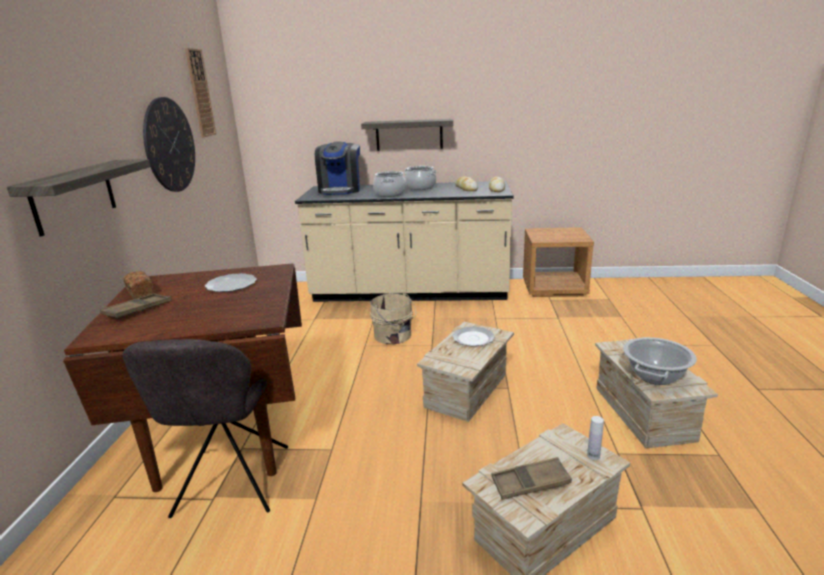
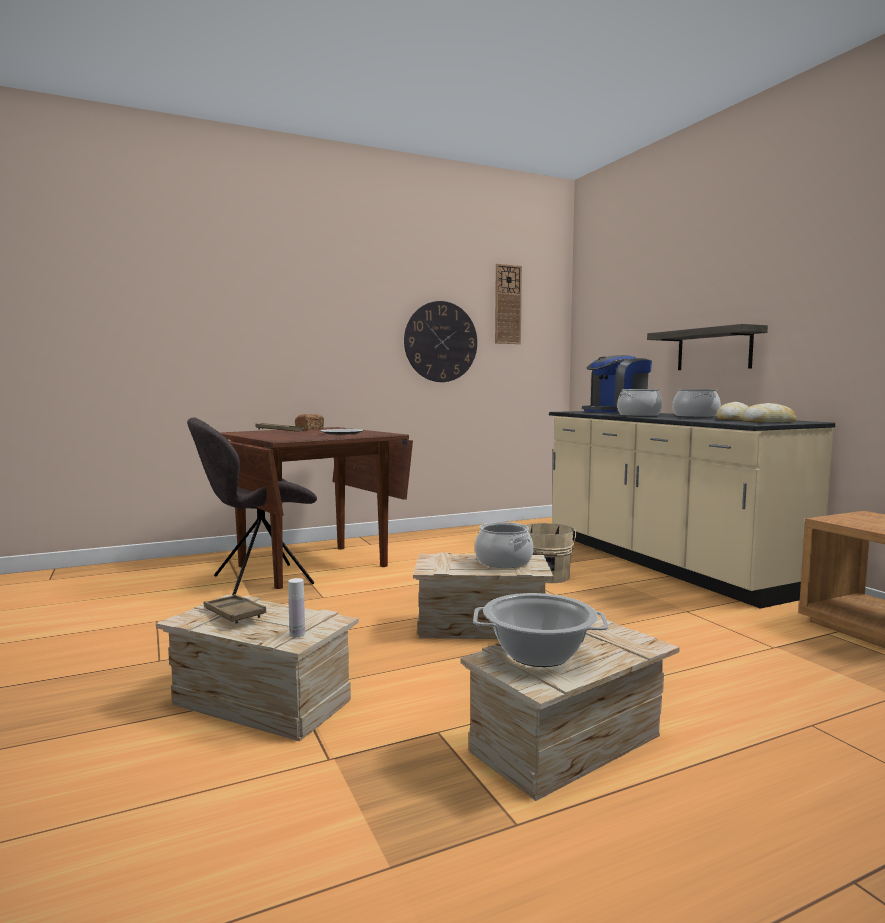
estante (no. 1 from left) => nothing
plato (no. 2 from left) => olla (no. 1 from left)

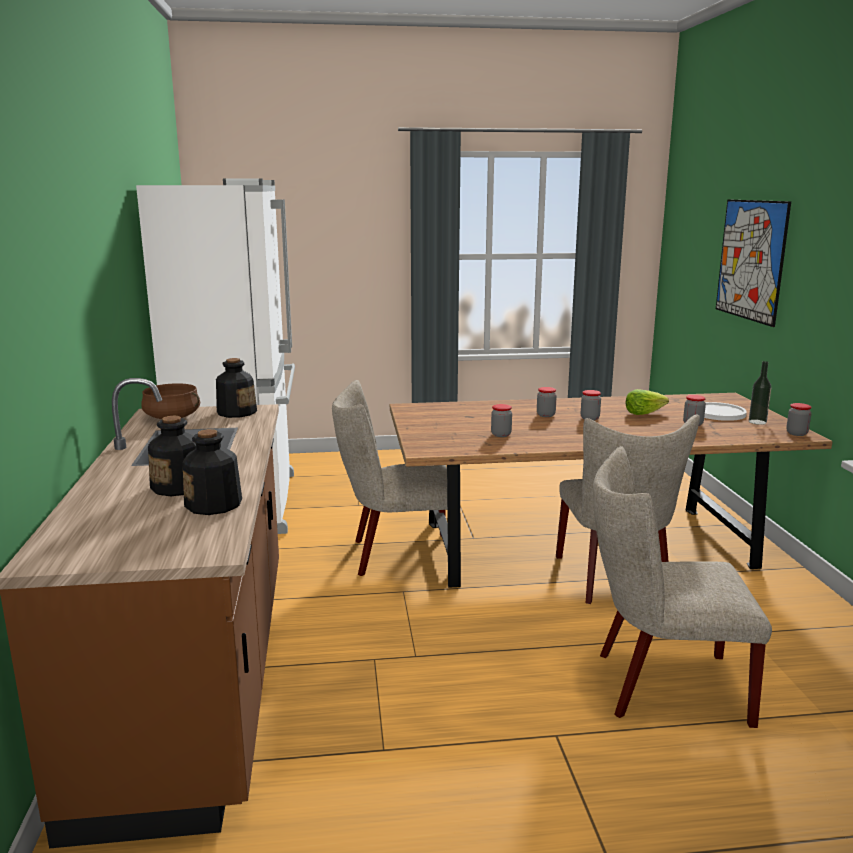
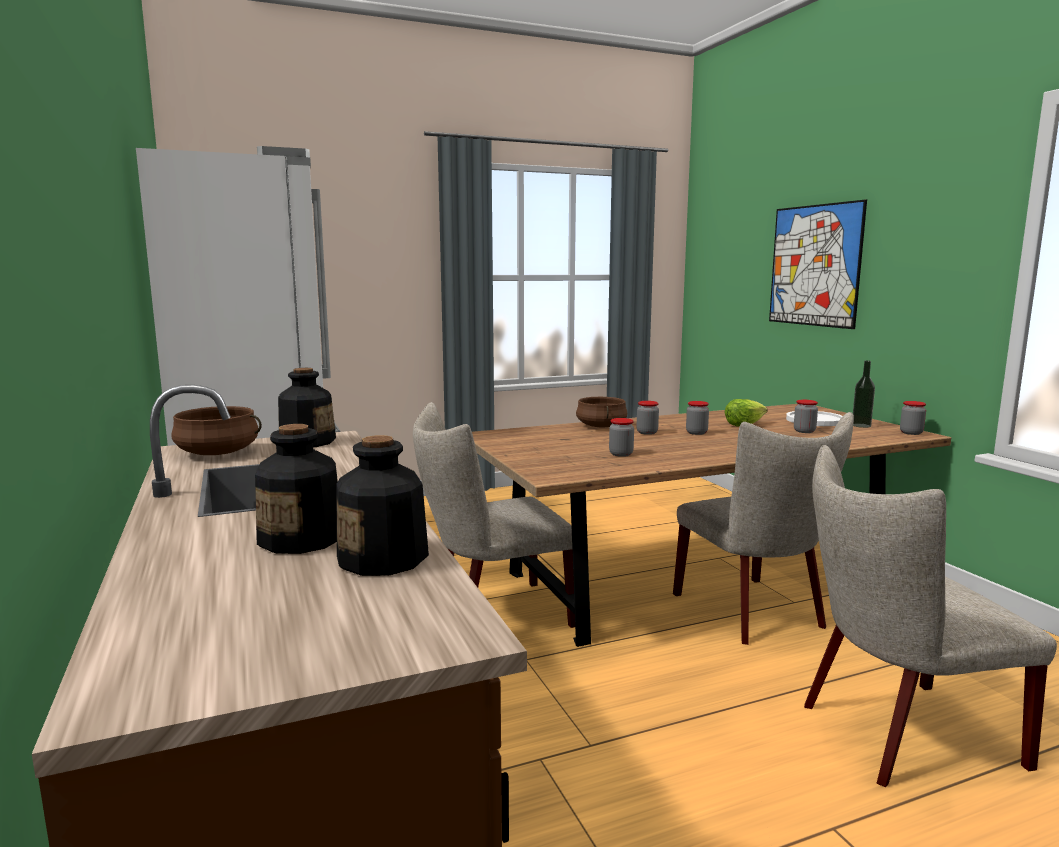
nothing => olla (marrón) (no. 2 from left)

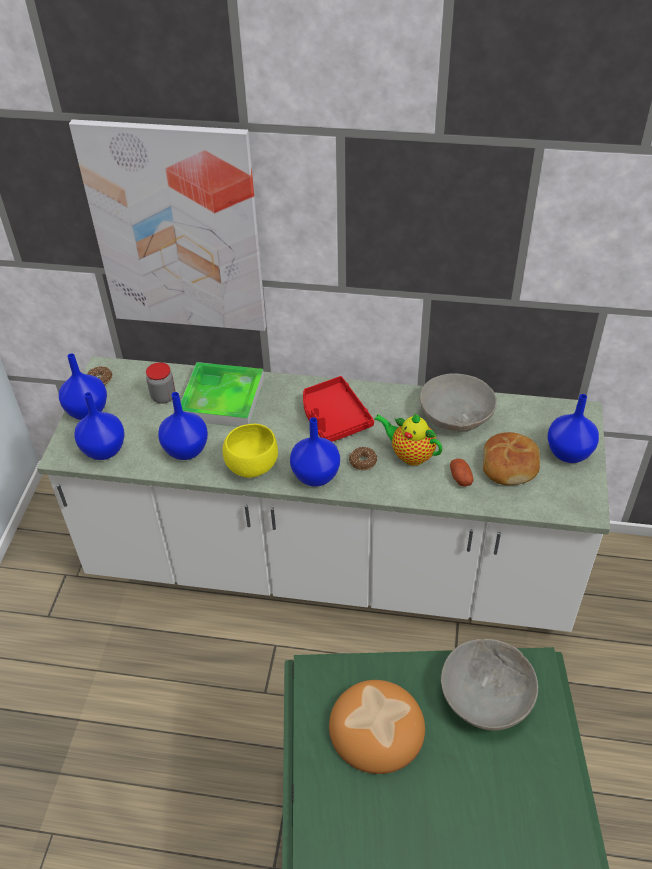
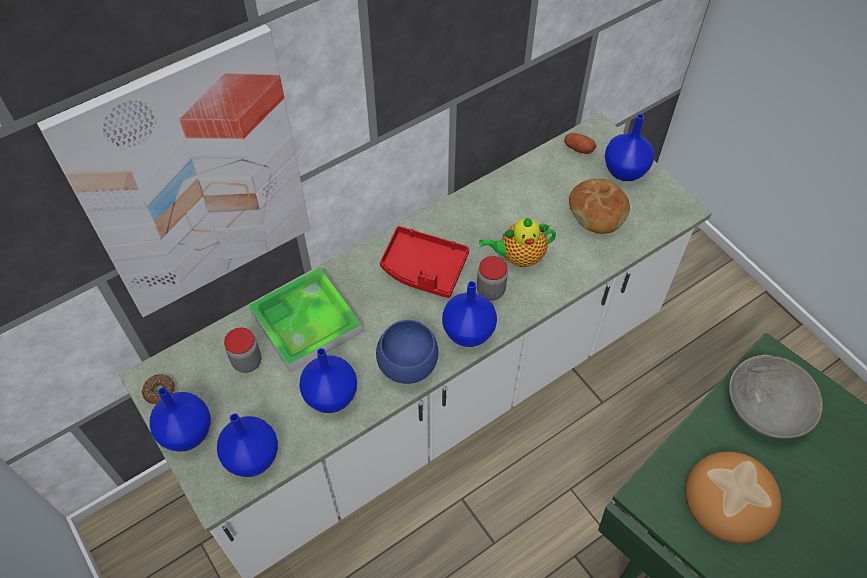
cuenco (gris) (no. 1 from left) => nothing
patata, shifted
rosquilla (no. 2 from left) => tarro (no. 2 from left)
cuenco (amarillo) => cuenco (azul)

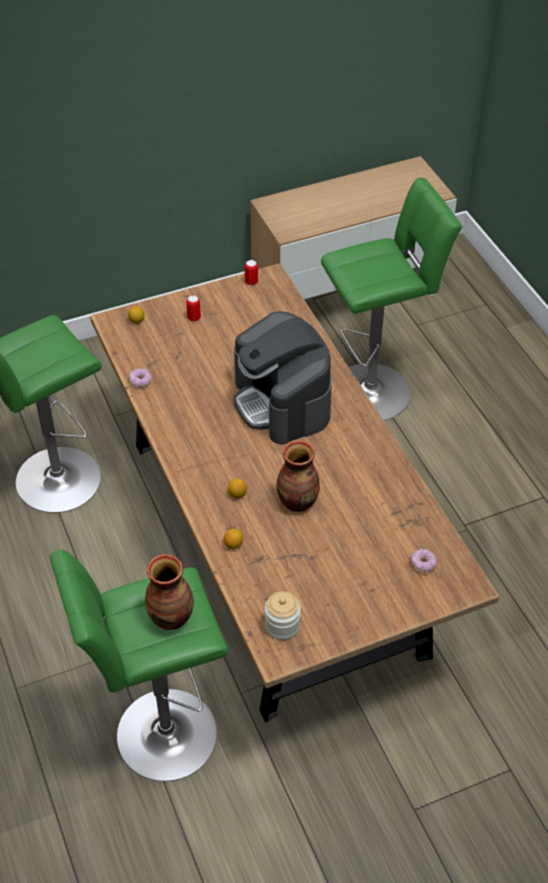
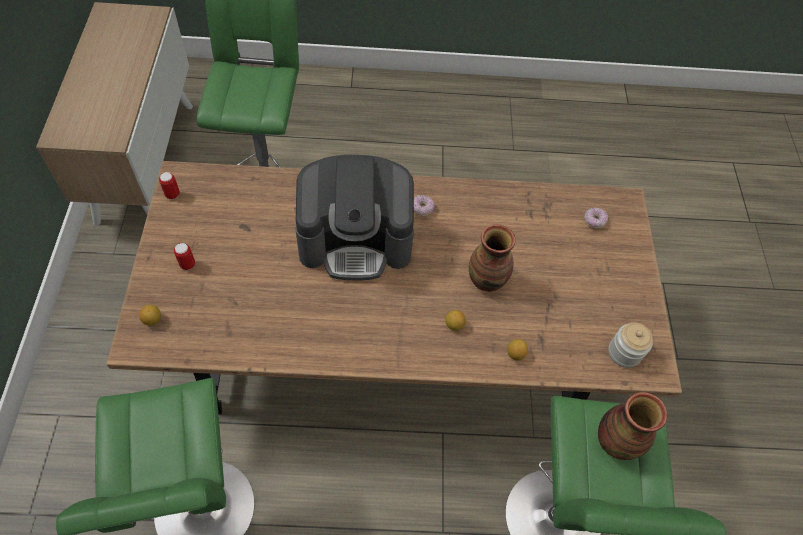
rosquilla (no. 1 from left), shifted

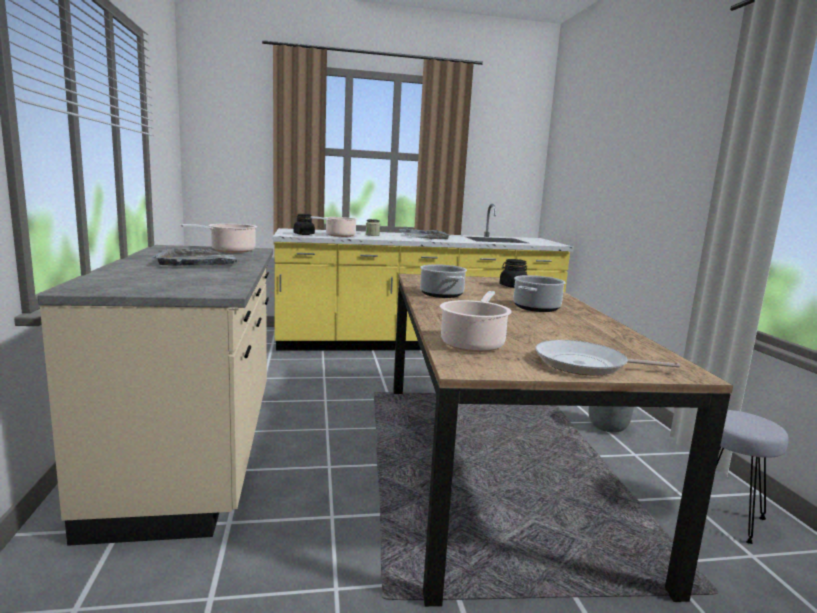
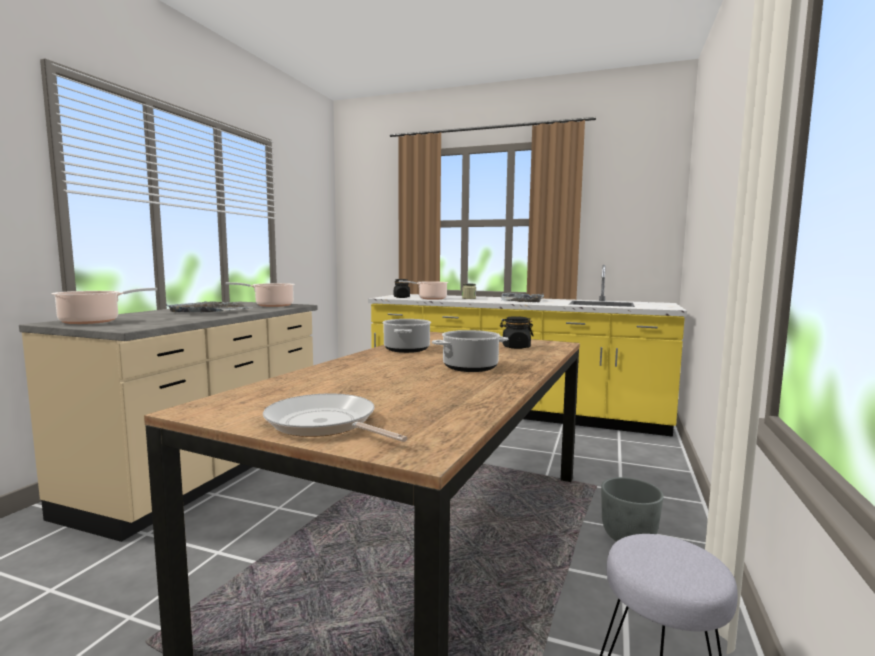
olla (no. 4 from left in the first image) => olla (no. 1 from left), shifted

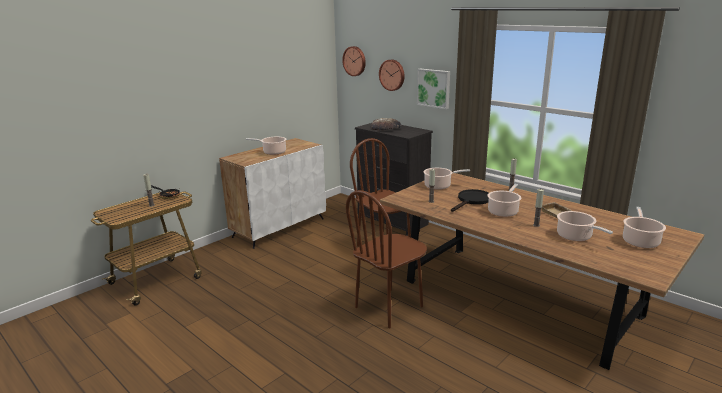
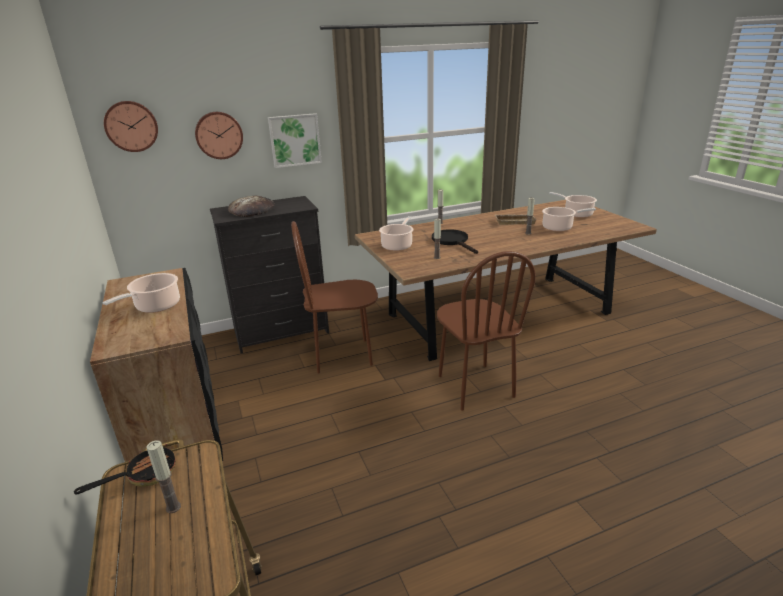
olla (no. 3 from left) => nothing
armario (blanco) => armario (negro)

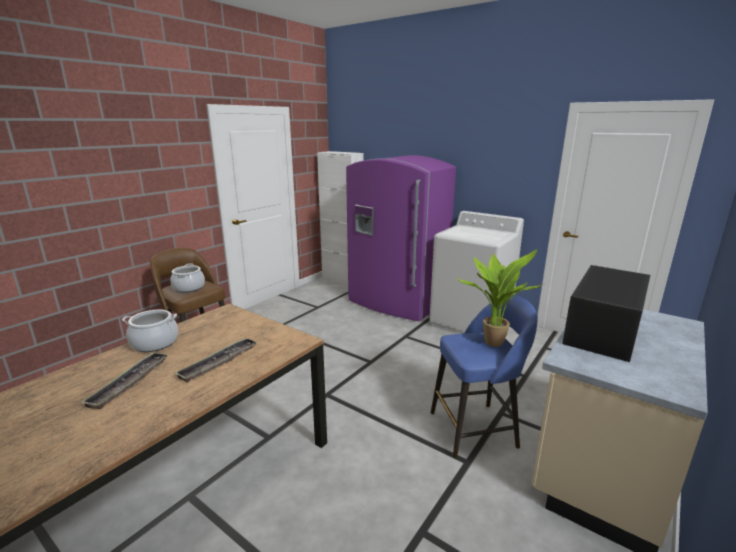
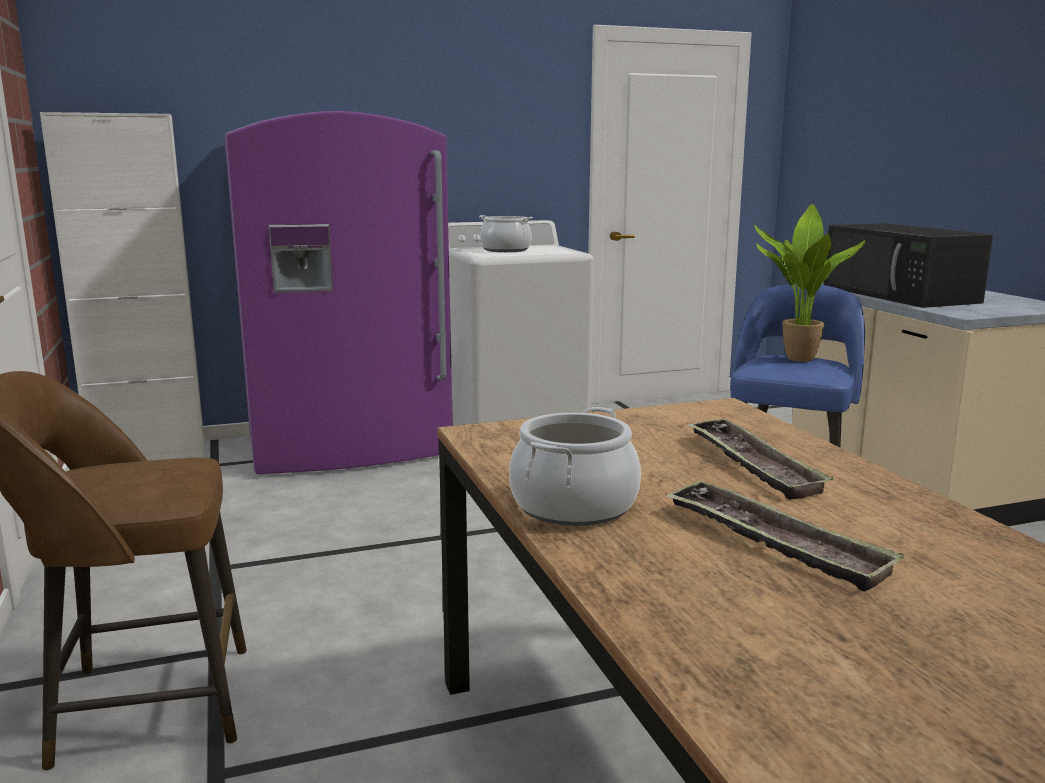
olla (no. 2 from left in the first image) => olla (no. 1 from left), shifted

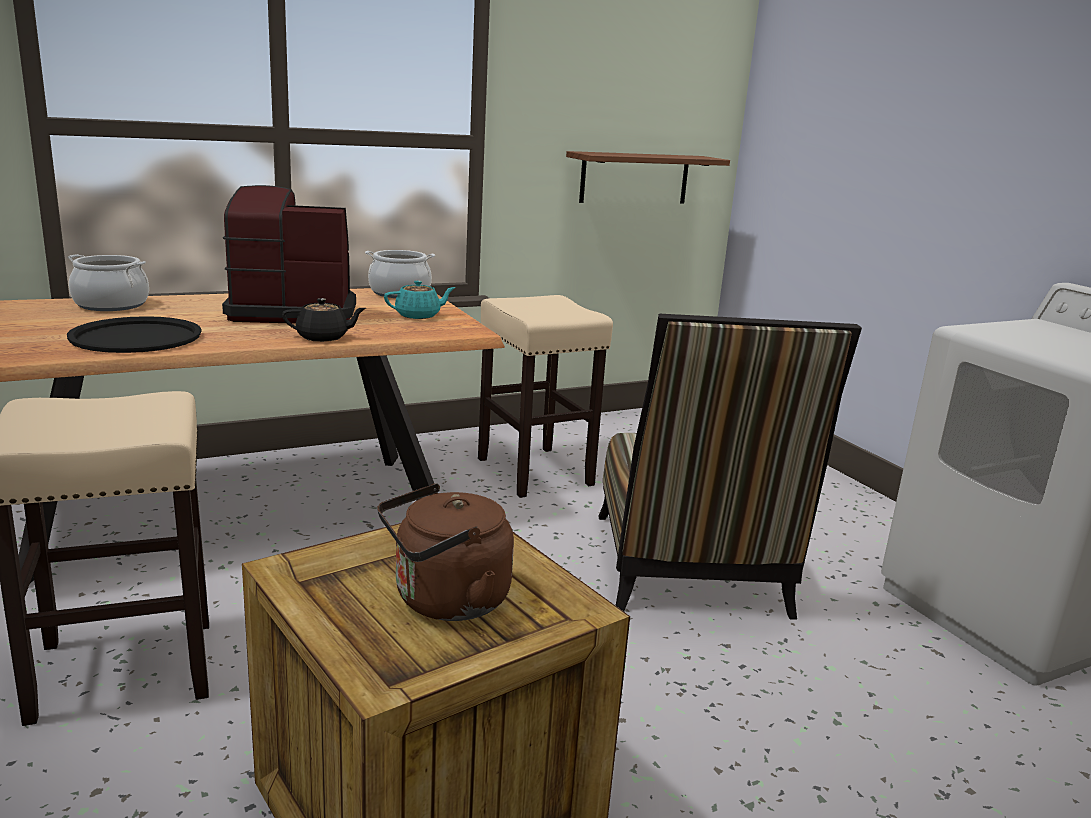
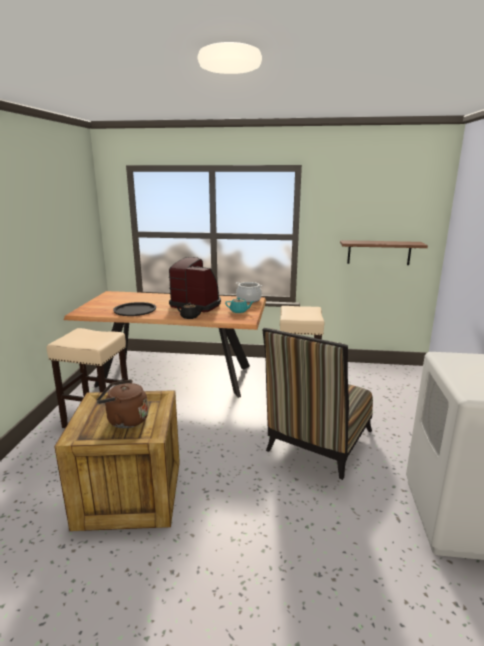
olla (no. 1 from left) => nothing

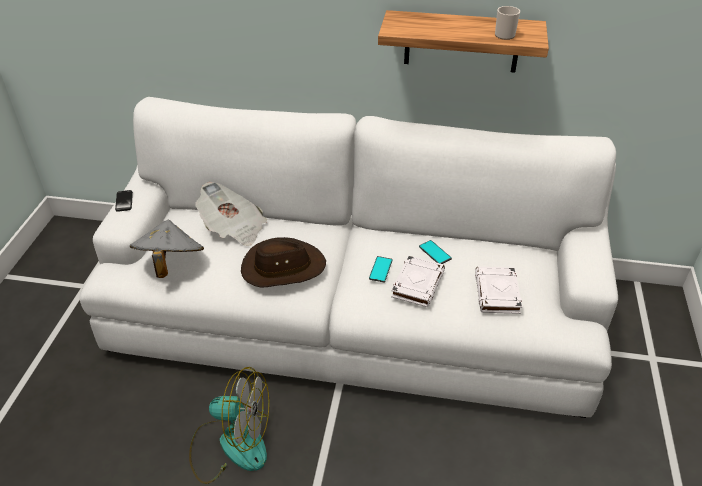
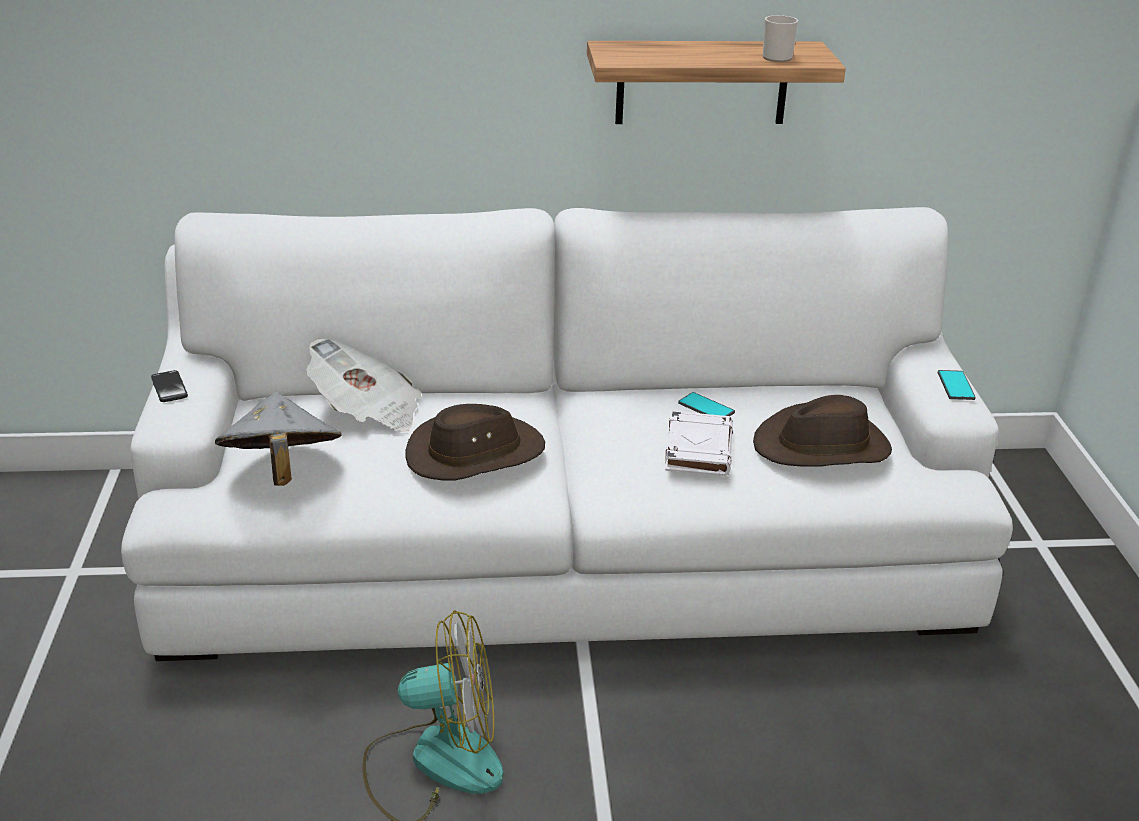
móvil (no. 2 from left in the first image) => móvil (no. 3 from left), shifted
libro (blanco) (no. 2 from left) => sombrero (marrón) (no. 2 from left)

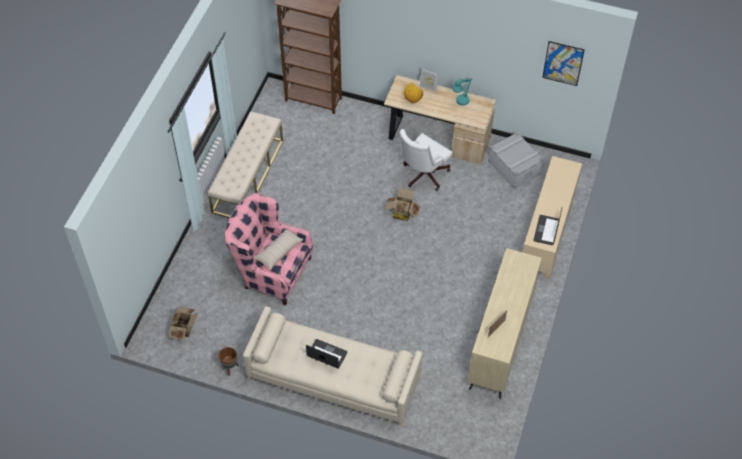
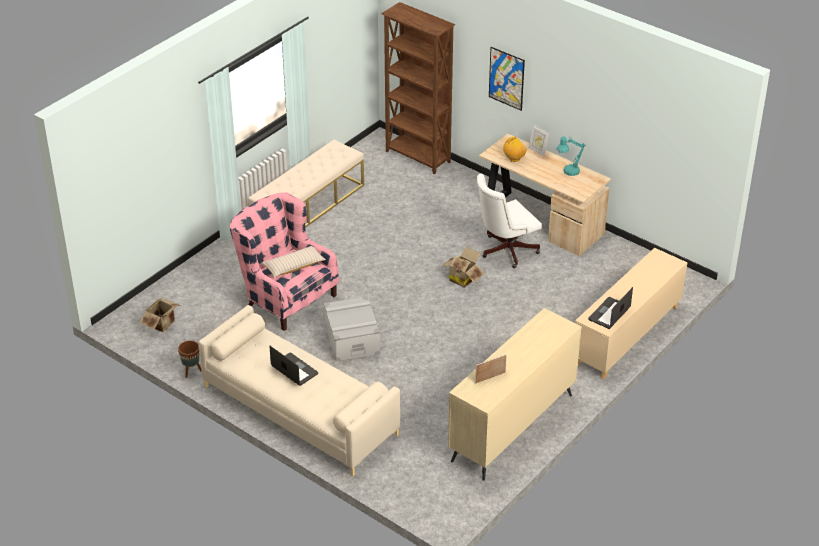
caja de almacenaje (gris), shifted
cuadro, shifted

